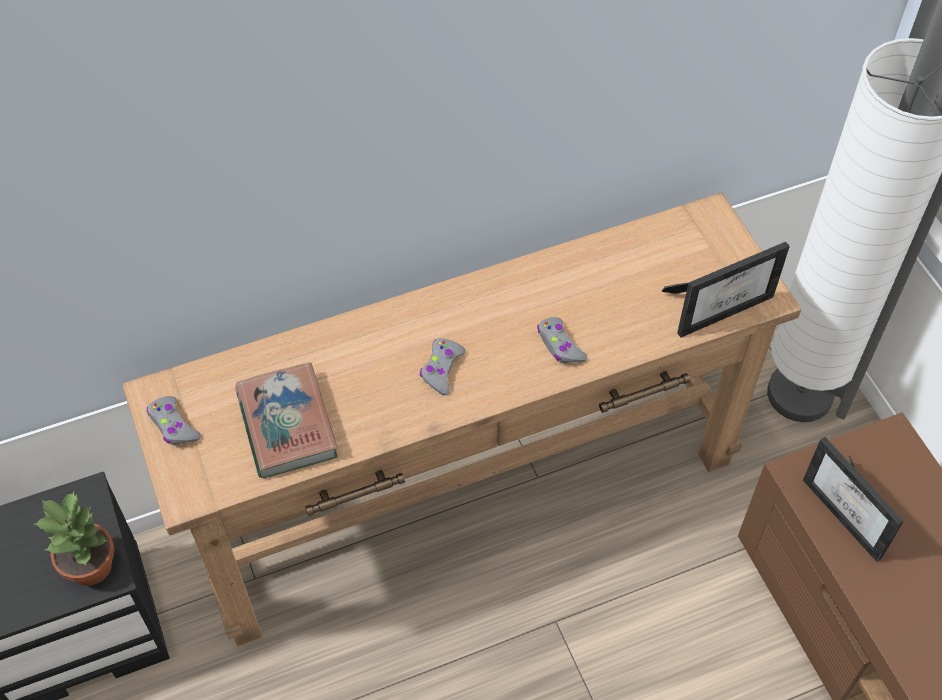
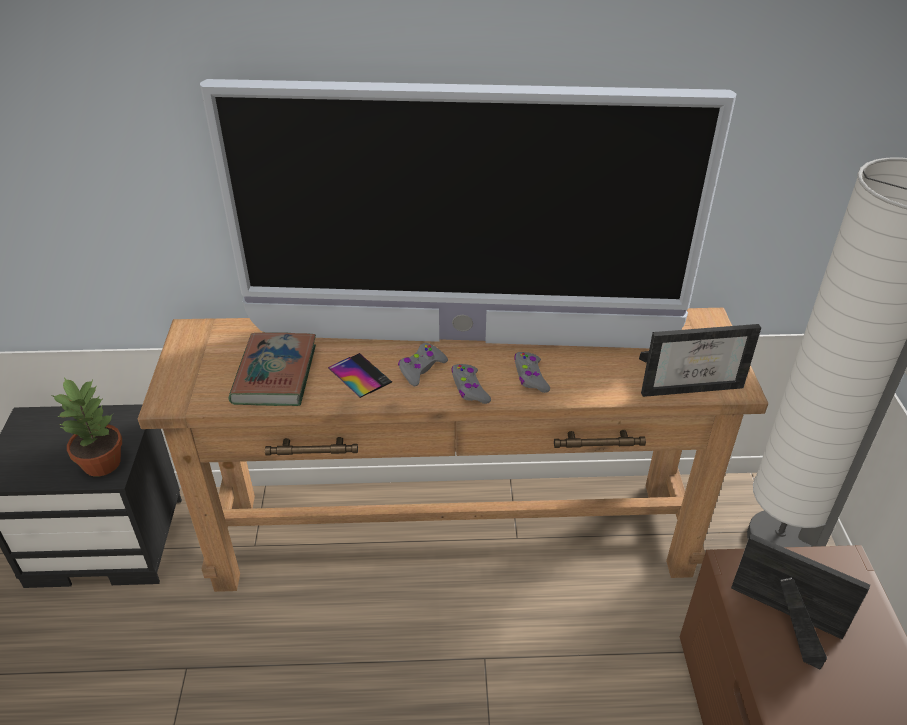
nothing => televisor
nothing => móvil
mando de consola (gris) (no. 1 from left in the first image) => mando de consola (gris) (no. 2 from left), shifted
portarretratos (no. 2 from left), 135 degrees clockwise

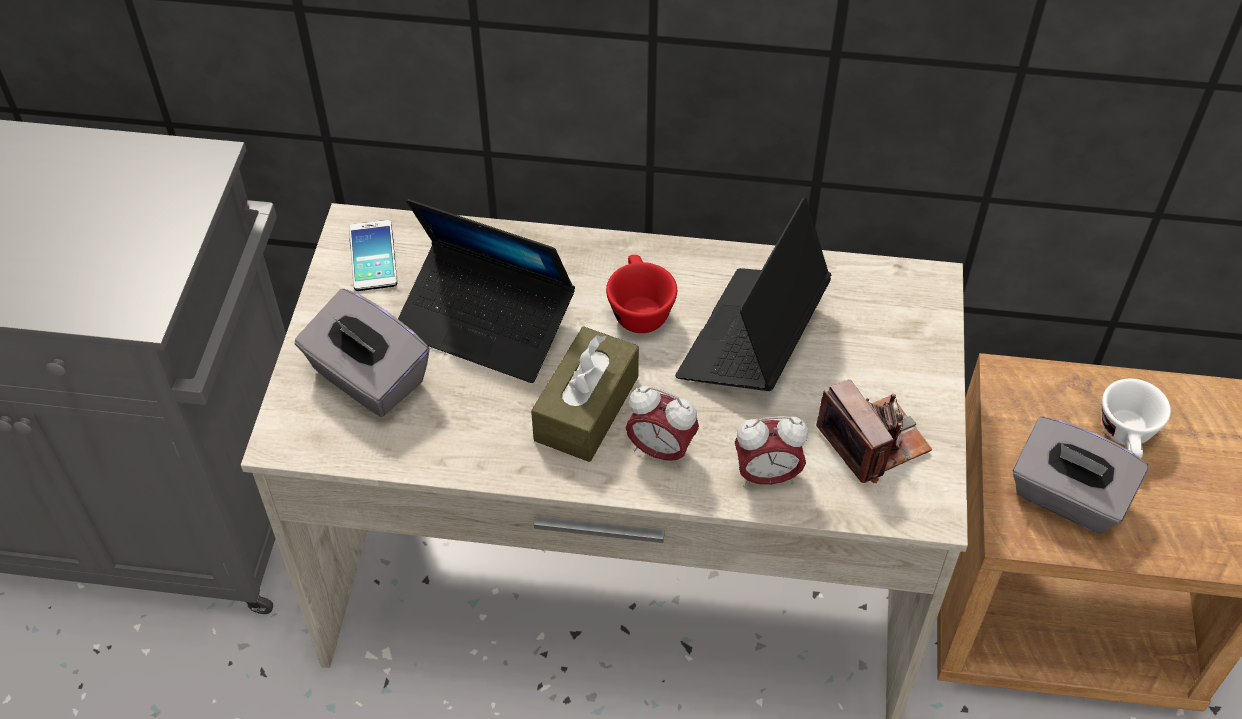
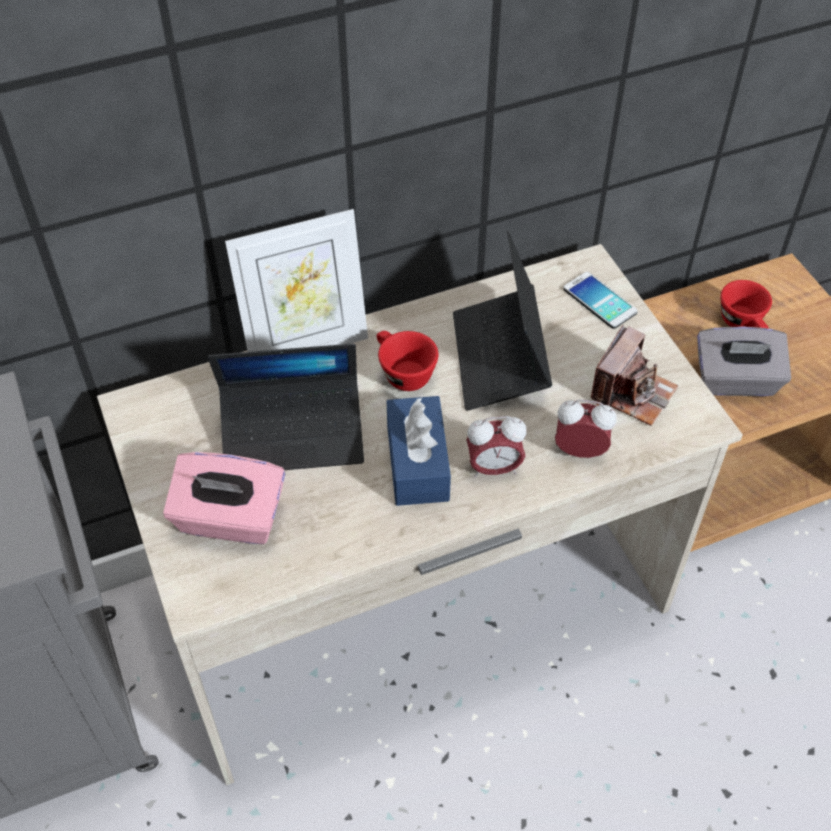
nothing => portarretratos
móvil, shifted
caja de pañuelos (gris) (no. 1 from left) => caja de pañuelos (rosa)
caja de pañuelos (marrón) => caja de pañuelos (azul)
taza (blanco) => taza (rojo) (no. 2 from left)
despertador (no. 2 from left), 135 degrees counterclockwise
cámara, 90 degrees clockwise

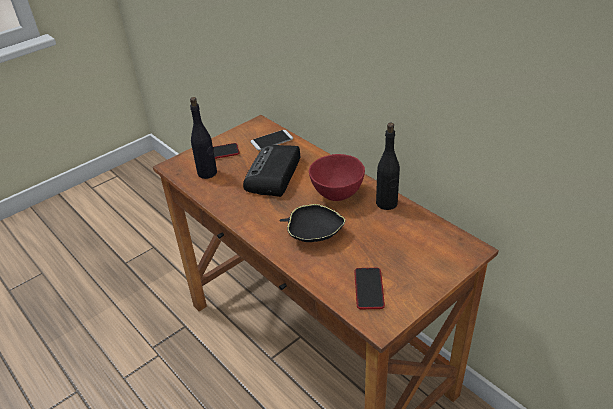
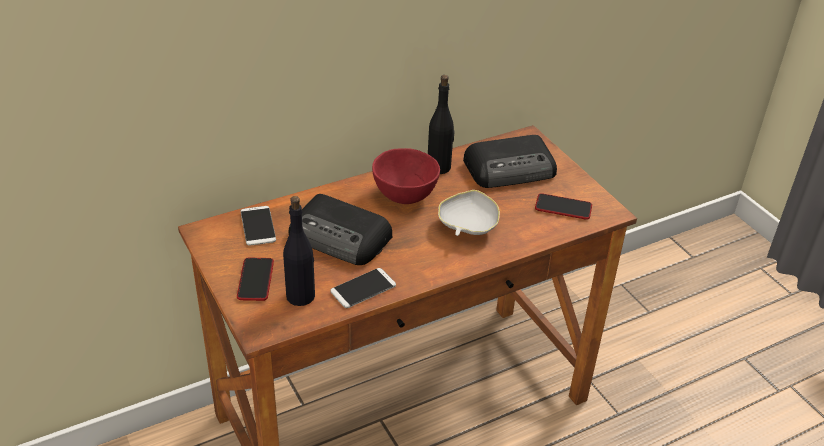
nothing => móvil (no. 3 from left)
nothing => radio (no. 2 from left)
cuenco (negro) => cuenco (blanco)

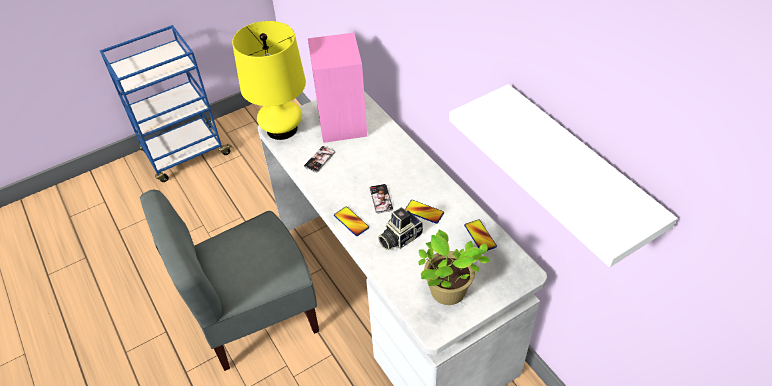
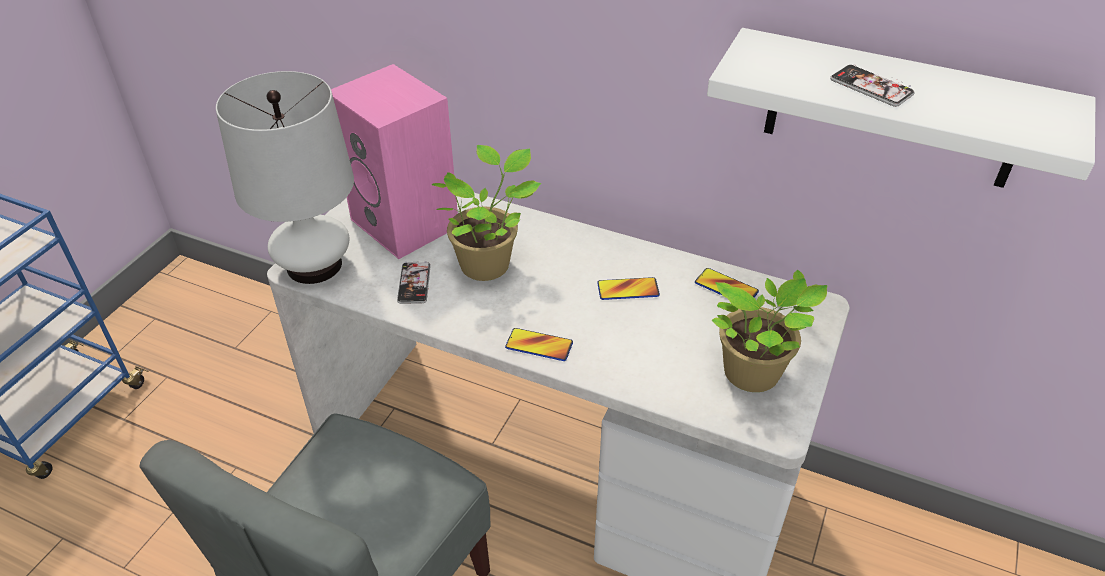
cámara => nothing
nothing => planta en maceta (no. 1 from left)
móvil (no. 3 from left in the first image) => móvil (no. 5 from left), shifted
lámpara de mesa (amarillo) => lámpara de mesa (blanco)

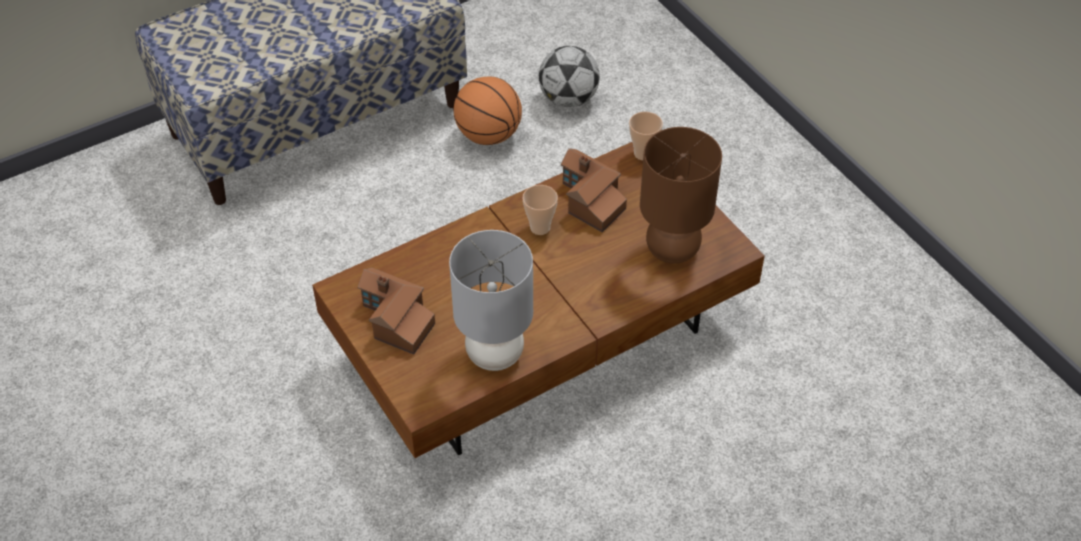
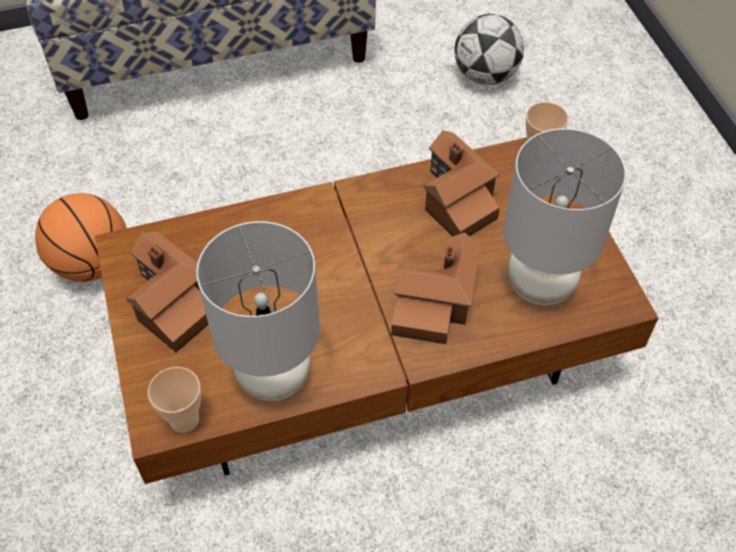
nothing => casita (no. 2 from left)
balón de baloncesto, shifted
taza (no. 1 from left), shifted
lámpara de mesa (marrón) => lámpara de mesa (gris) (no. 2 from left)

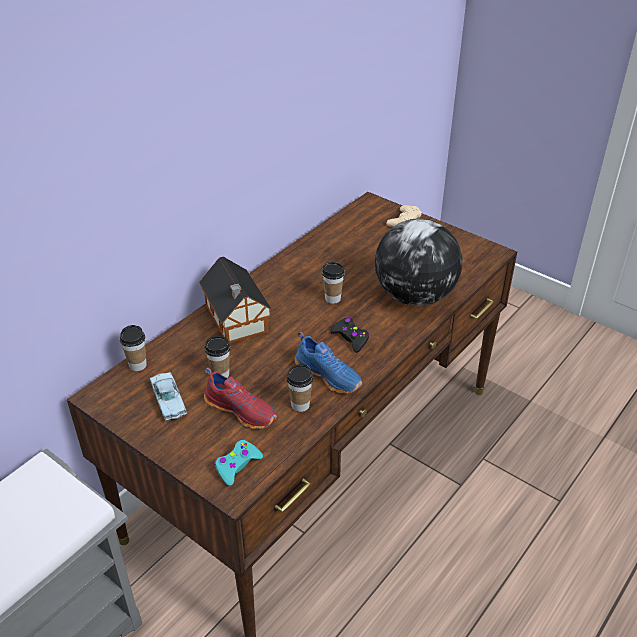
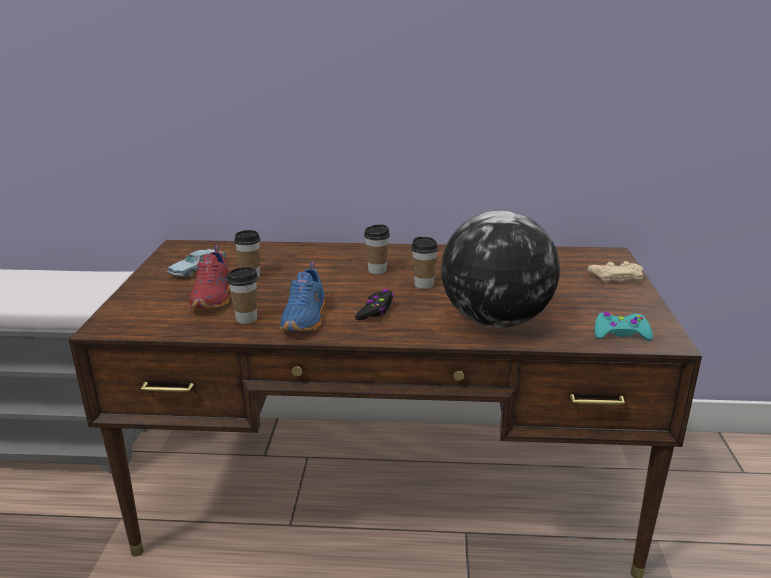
casita => nothing
taza (no. 1 from left in the first image) => taza (no. 3 from left), shifted
mando de consola (turquesa), shifted

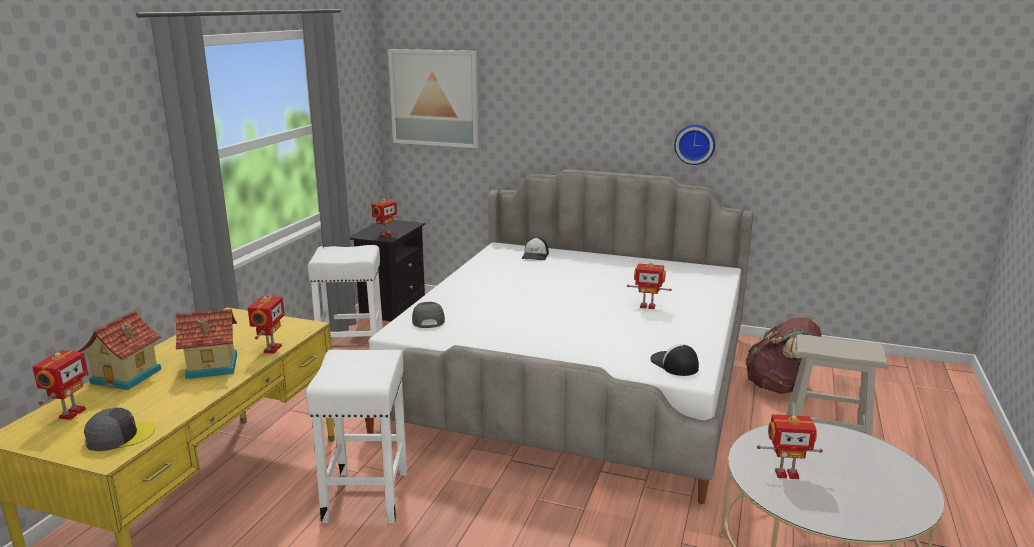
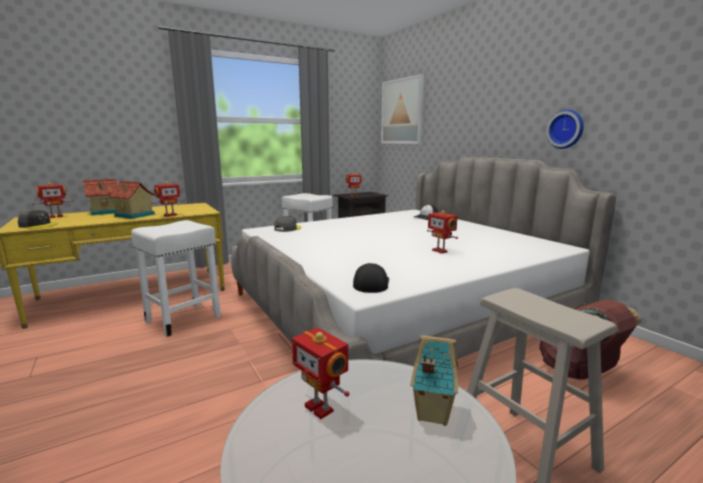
nothing => casita (no. 3 from left)

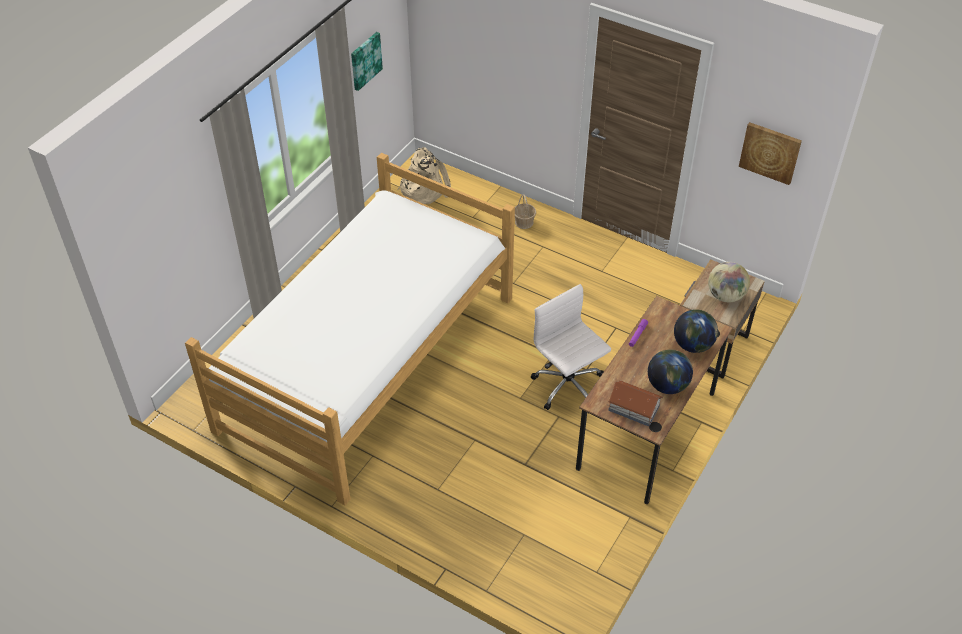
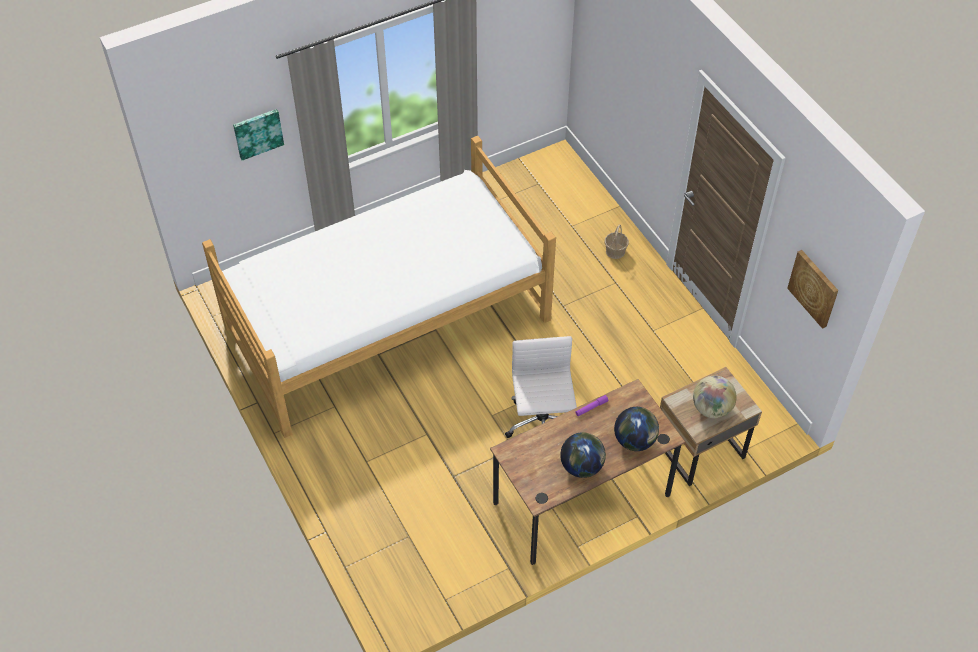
mochila (beis) => nothing
casita => nothing
cuadro (no. 1 from left), shifted

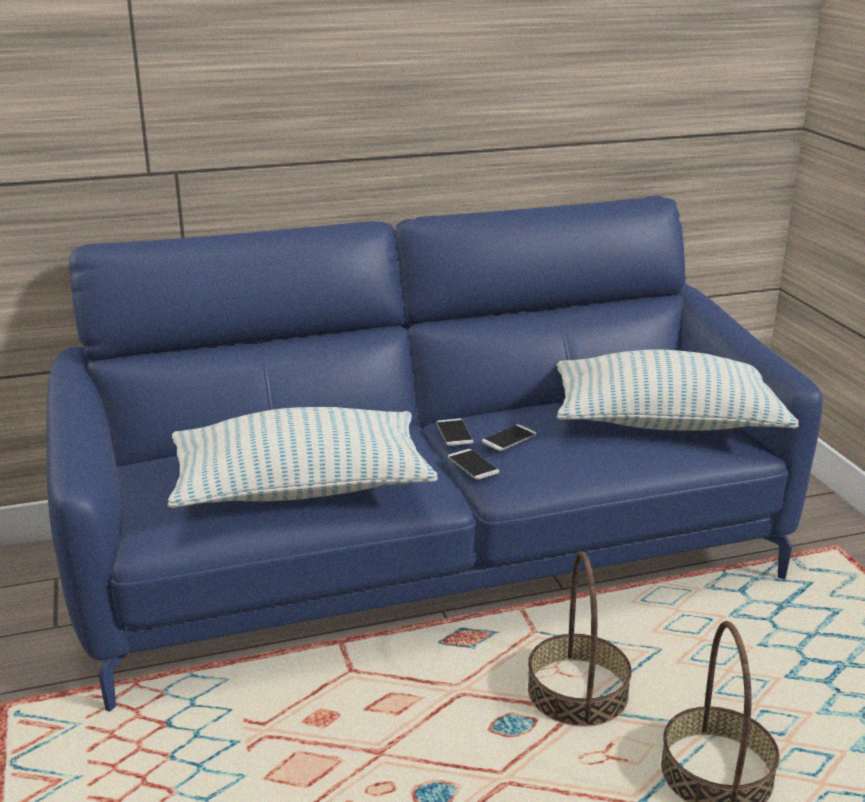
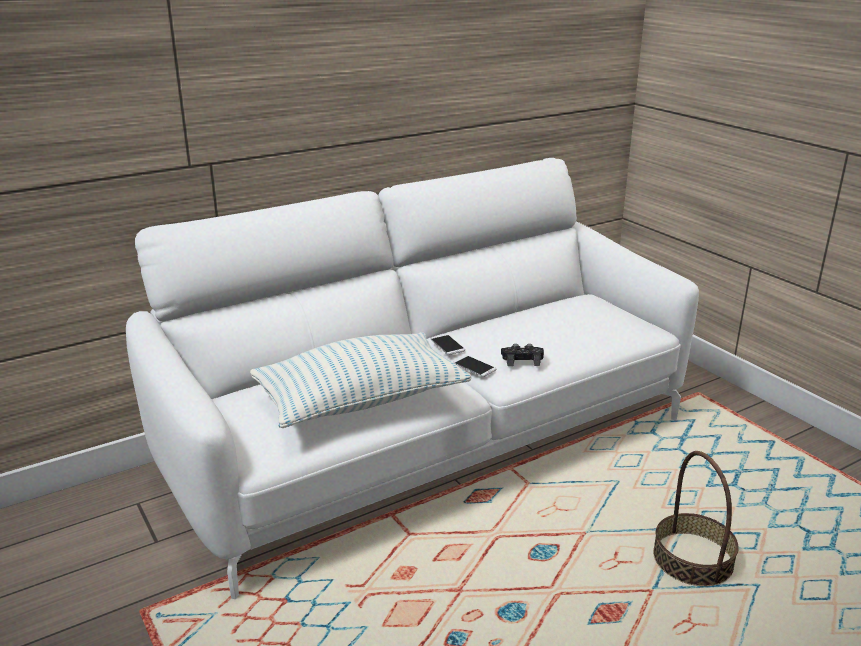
móvil (no. 3 from left) => nothing
cesta (no. 1 from left) => nothing
cojín (no. 2 from left) => nothing
nothing => mando de consola (negro)
sofá (azul) => sofá (blanco)

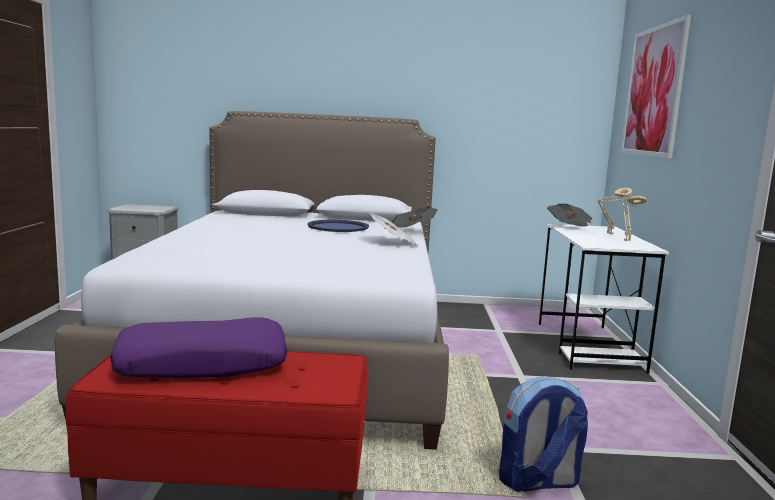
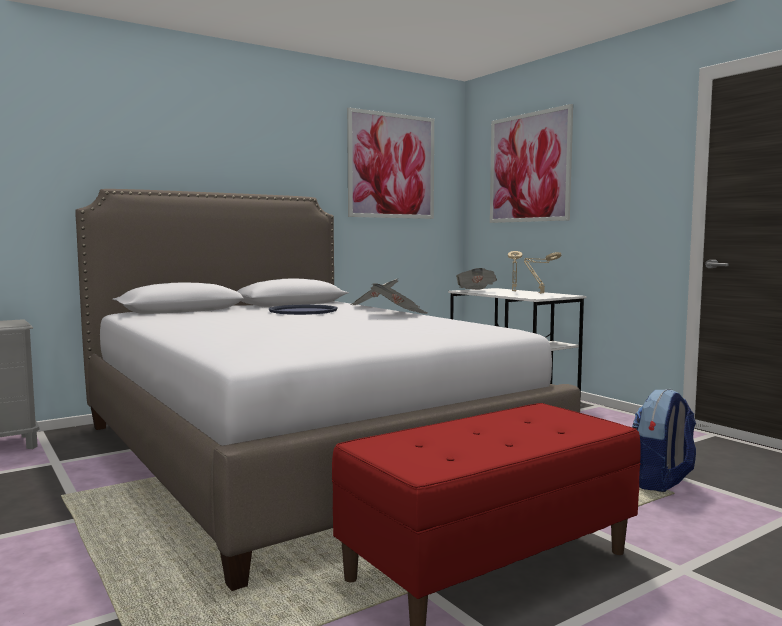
cojín (morado) => nothing
nothing => cuadro (no. 1 from left)

